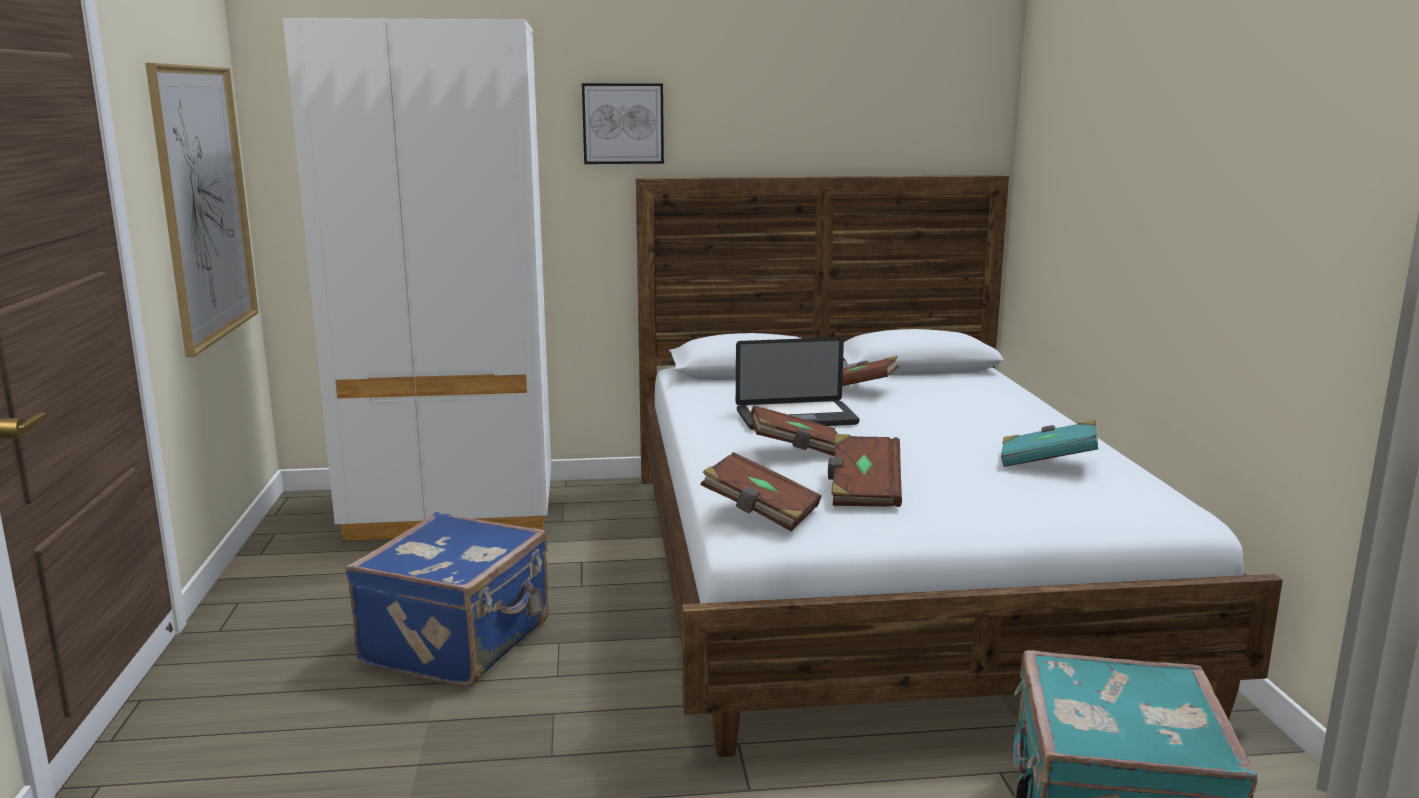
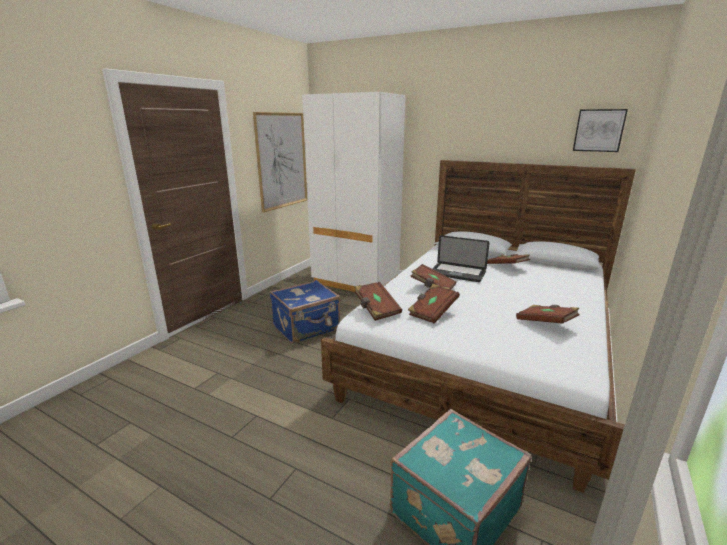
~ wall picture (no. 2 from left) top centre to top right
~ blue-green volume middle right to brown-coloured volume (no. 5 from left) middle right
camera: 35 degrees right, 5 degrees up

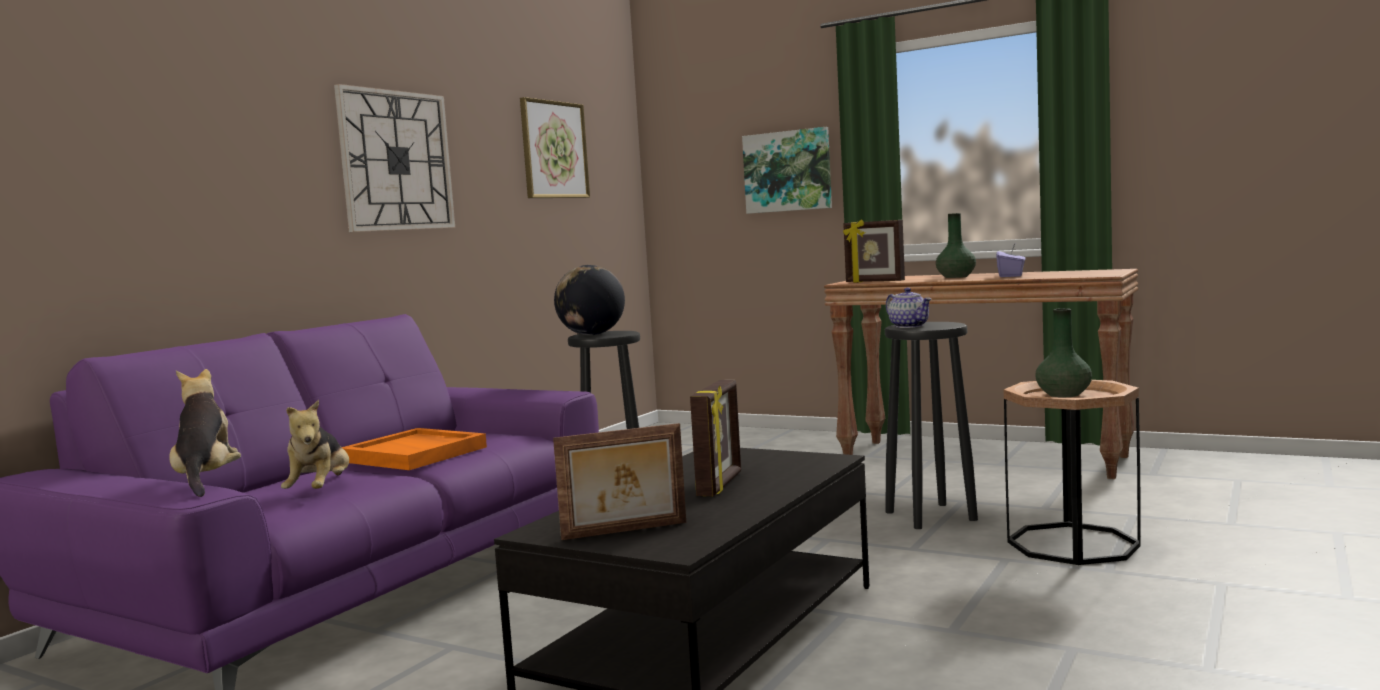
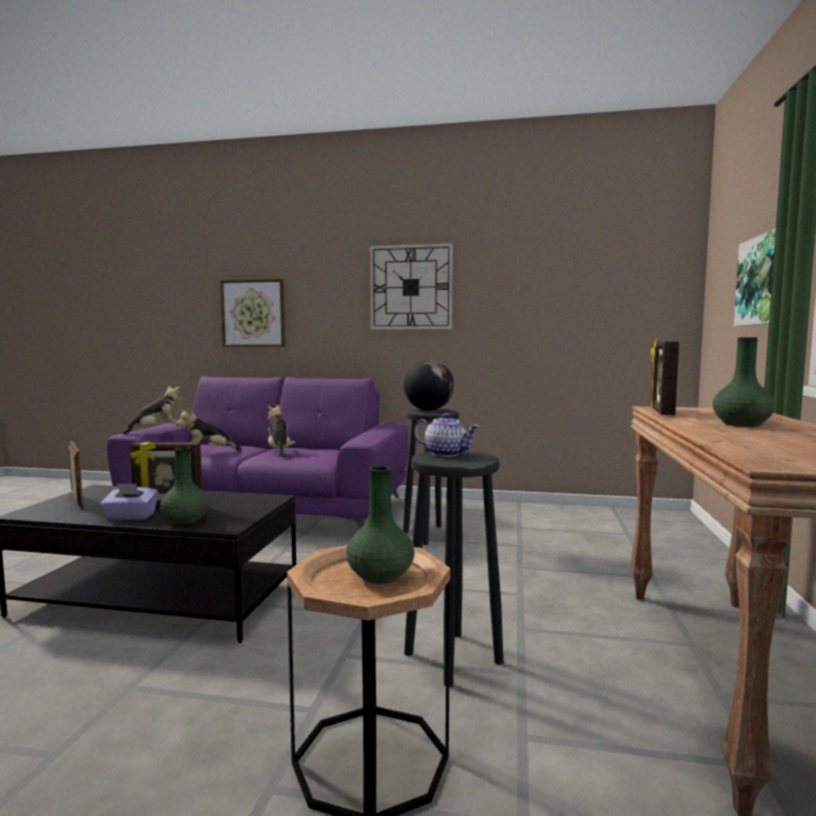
+ green-coloured flower vase (no. 1 from left) middle left
~ wall picture (no. 1 from left) top centre to middle left
~ purplish box of tissues middle right to middle left
~ orange-coloured serving tray middle left to plush toy (no. 3 from left) centre
~ pot for tea centre = centre 105 degrees counterclockwise
camera: 70 degrees right, 0 degrees up

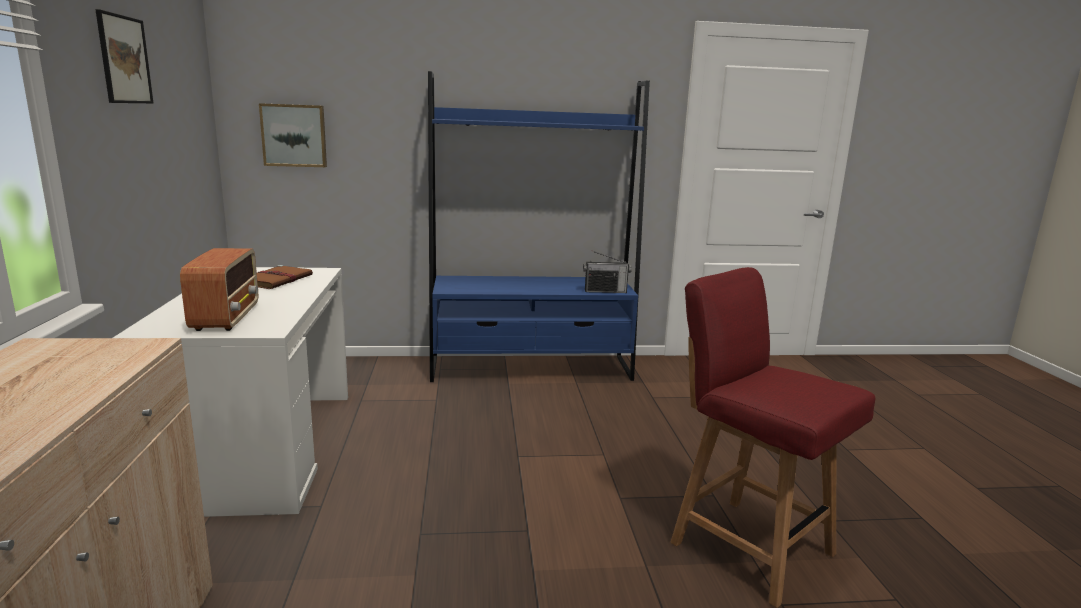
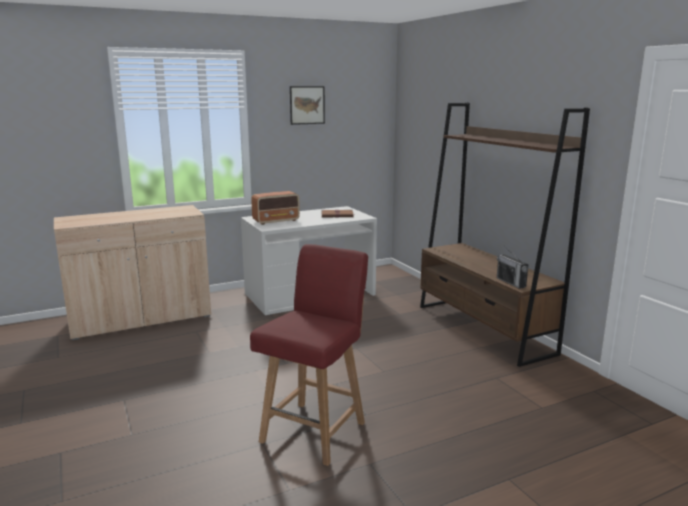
- wall picture (no. 2 from left) top left
~ bluish bookshelf centre to brown-coloured bookshelf middle right
camera: 70 degrees right, 0 degrees up

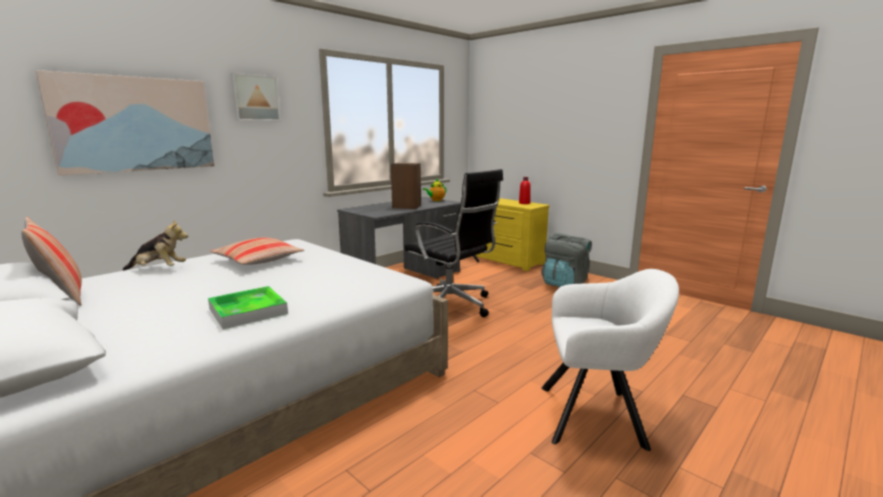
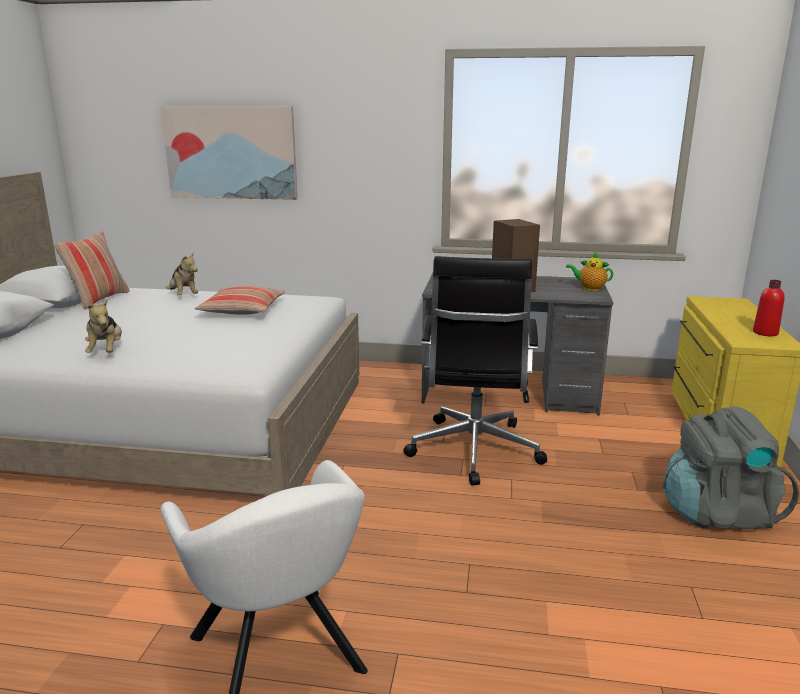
- wall picture (no. 2 from left) top left
~ serving tray middle left to plush toy (no. 1 from left) middle left
camera: 55 degrees right, 5 degrees up

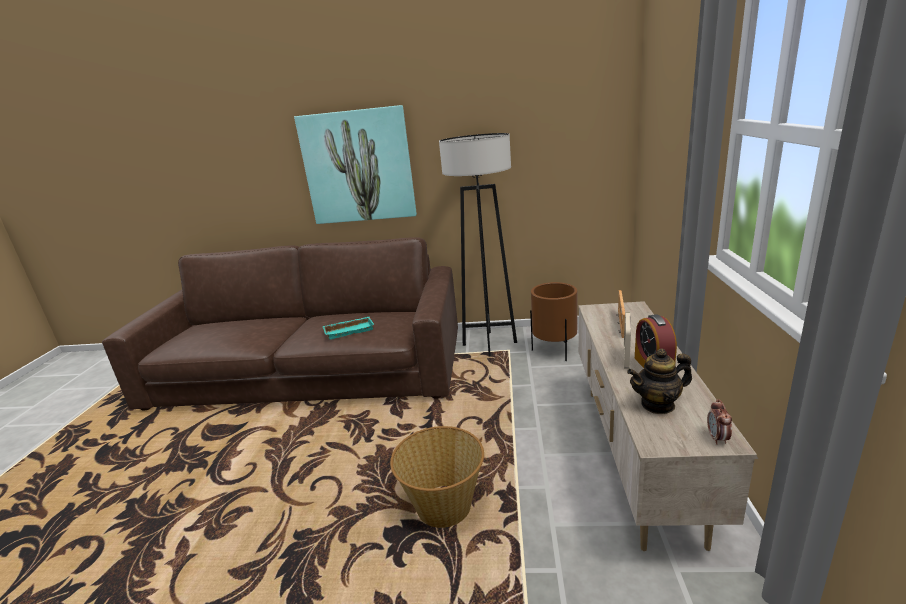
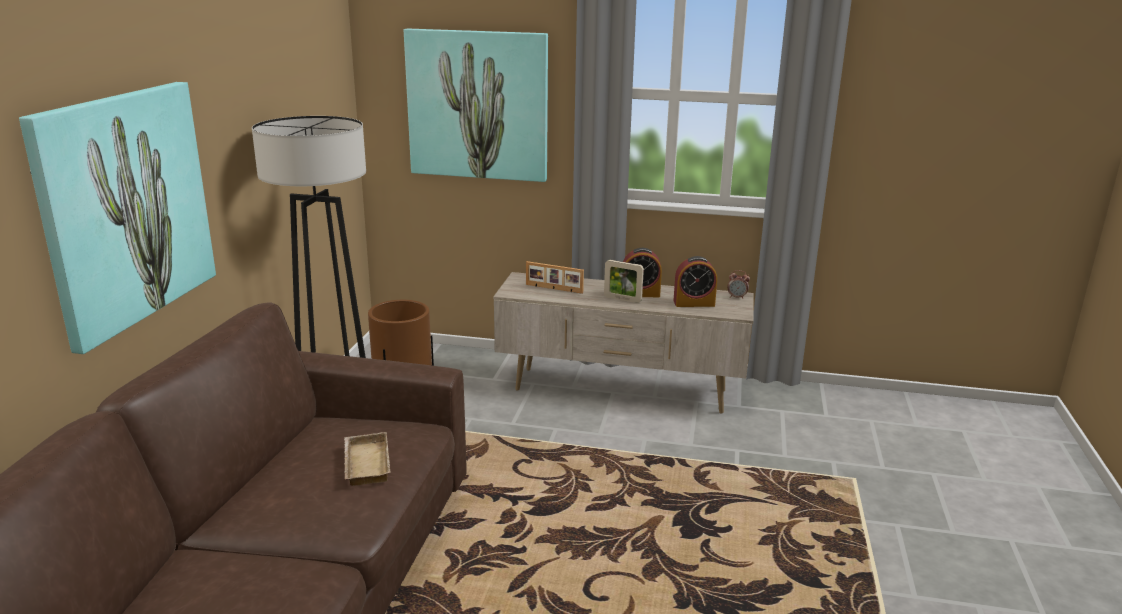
- household basket bottom centre
+ wall picture (no. 2 from left) top centre
~ pot for tea middle right to alarm clock (no. 2 from left) centre
~ blue-green serving tray centre to beige-coloured serving tray bottom left
camera: 85 degrees left, 0 degrees up

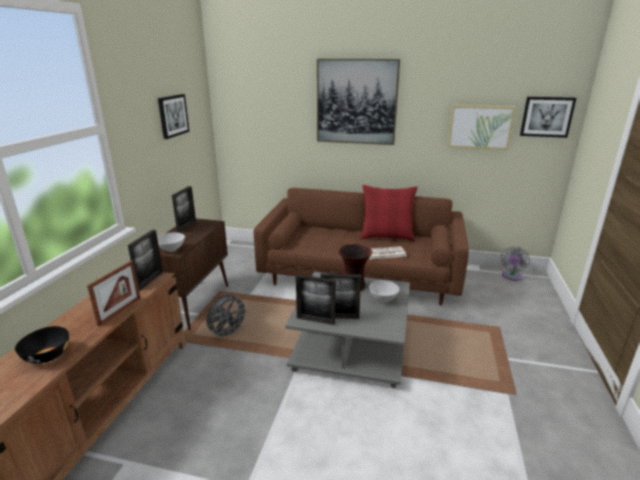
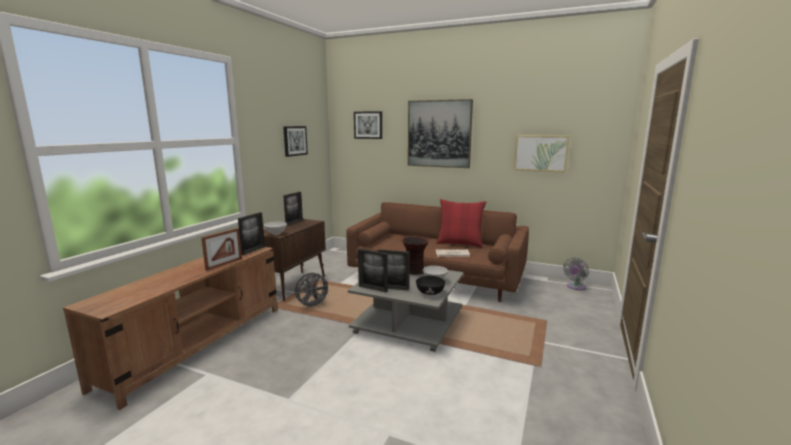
~ black deep dish bottom left to centre
~ wall picture (no. 4 from left in the first image) top right to wall picture (no. 2 from left) top centre
camera: 10 degrees right, 10 degrees down

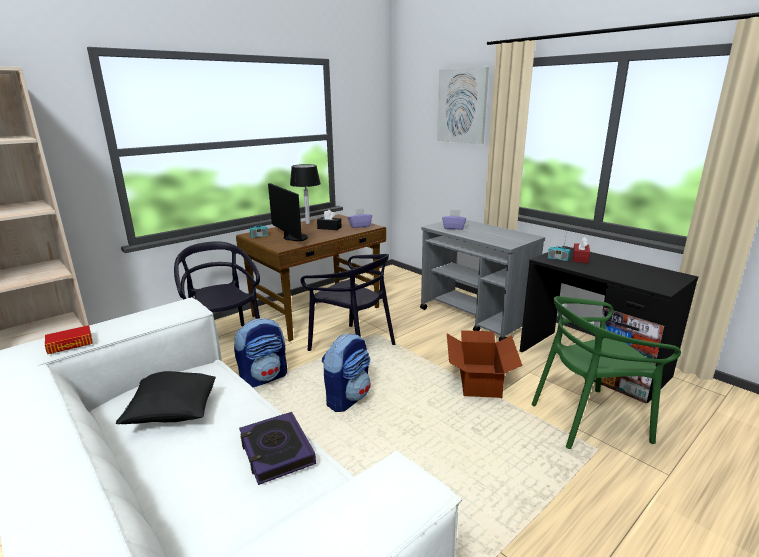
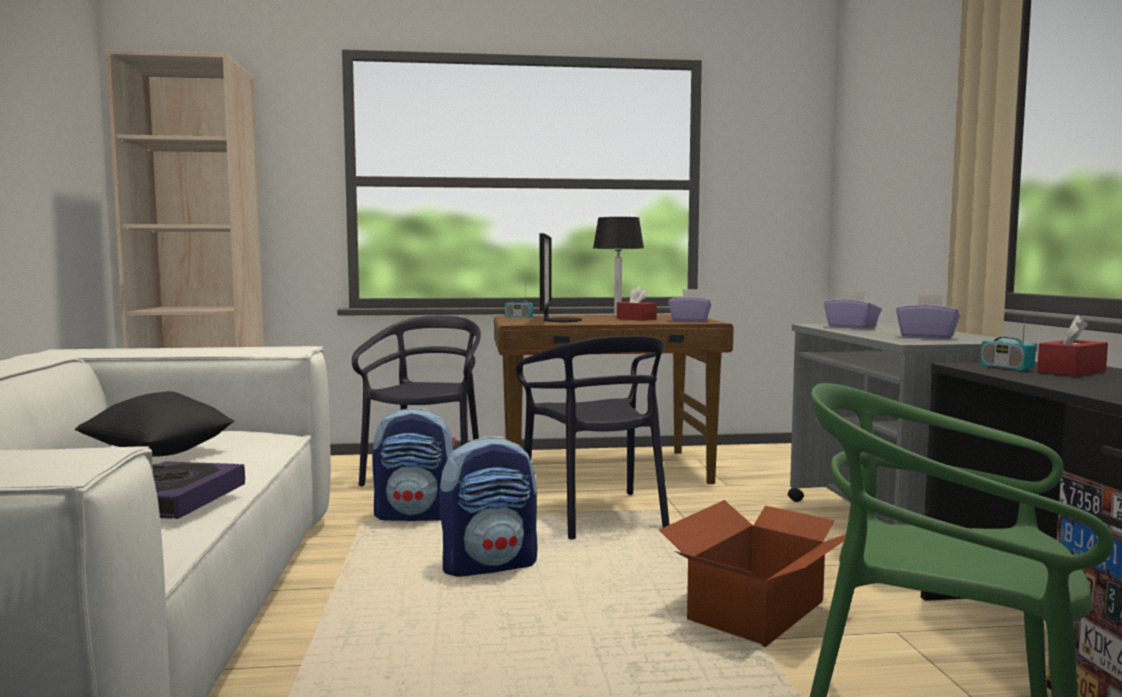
- volume (no. 1 from left) middle left
- wall picture top centre
+ purplish box of tissues (no. 3 from left) middle right
~ black box of tissues centre to reddish box of tissues (no. 1 from left) centre
camera: 35 degrees right, 15 degrees down

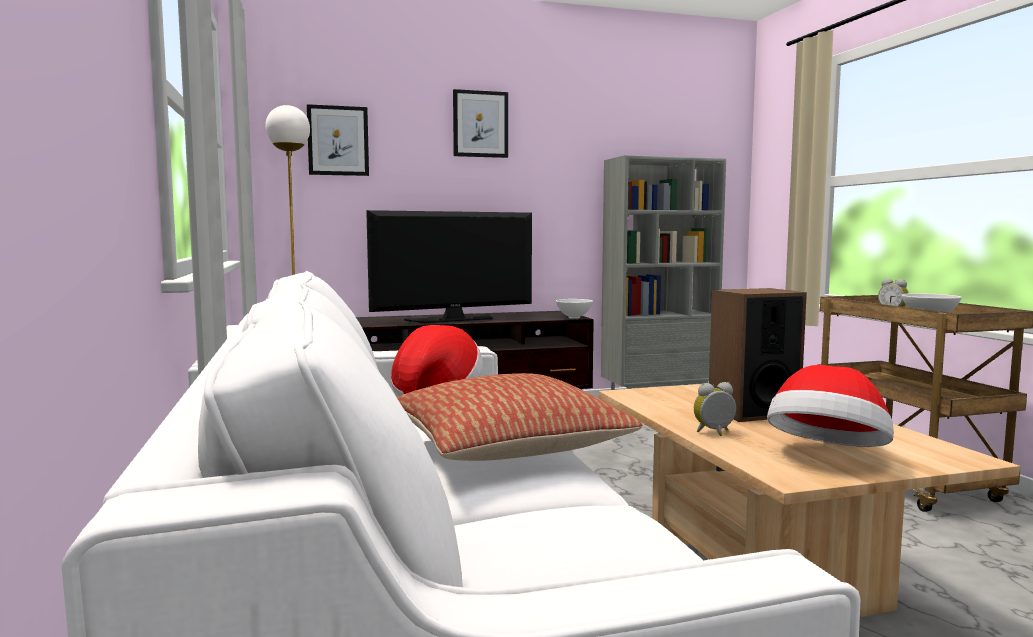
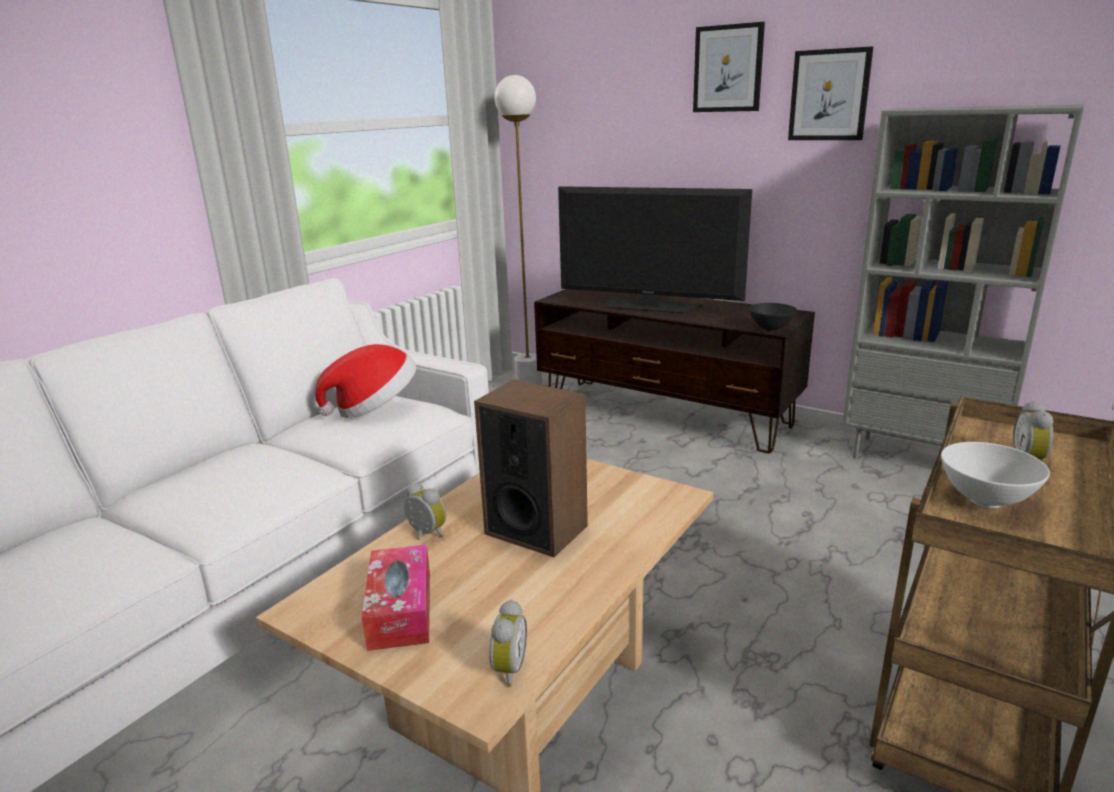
- pillow centre
+ alarm clock (no. 2 from left) bottom centre
~ wall picture (no. 1 from left in the first image) top left to wall picture (no. 2 from left) top right
~ clothing hat (no. 2 from left) middle right to box of tissues bottom centre
~ white-coloured deep dish (no. 1 from left) centre to black deep dish middle right
camera: 50 degrees right, 15 degrees up

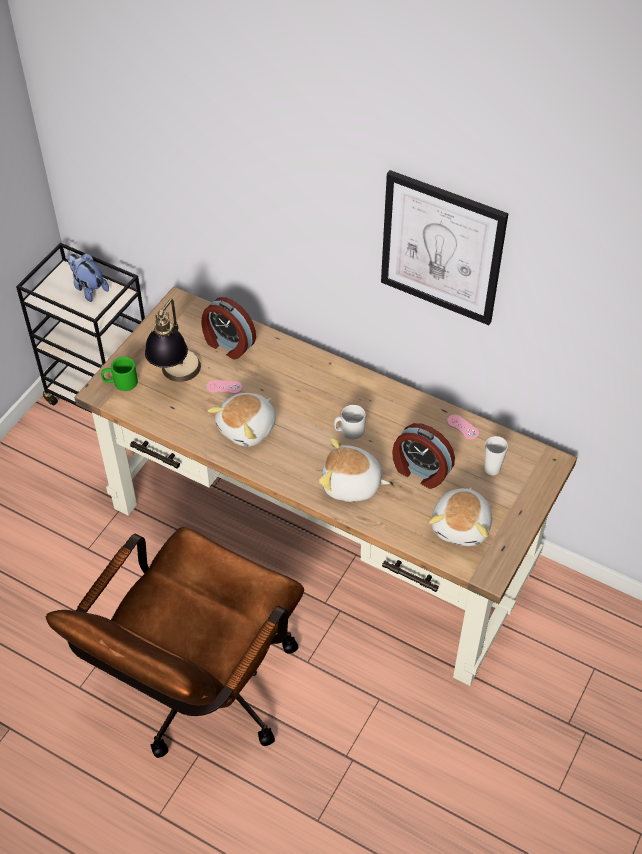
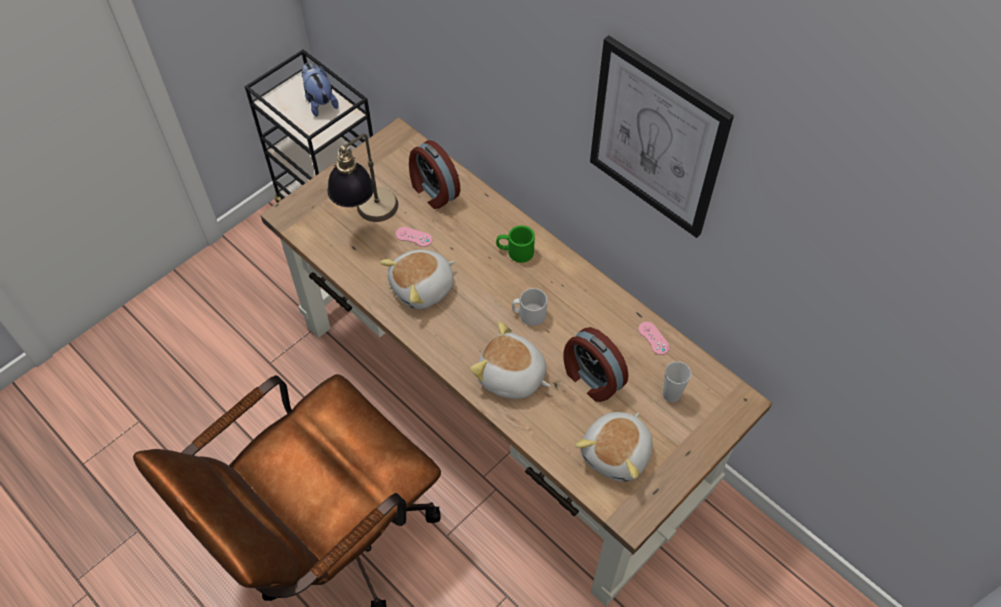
~ green-coloured tea mug middle left to centre
camera: 15 degrees right, 5 degrees up

